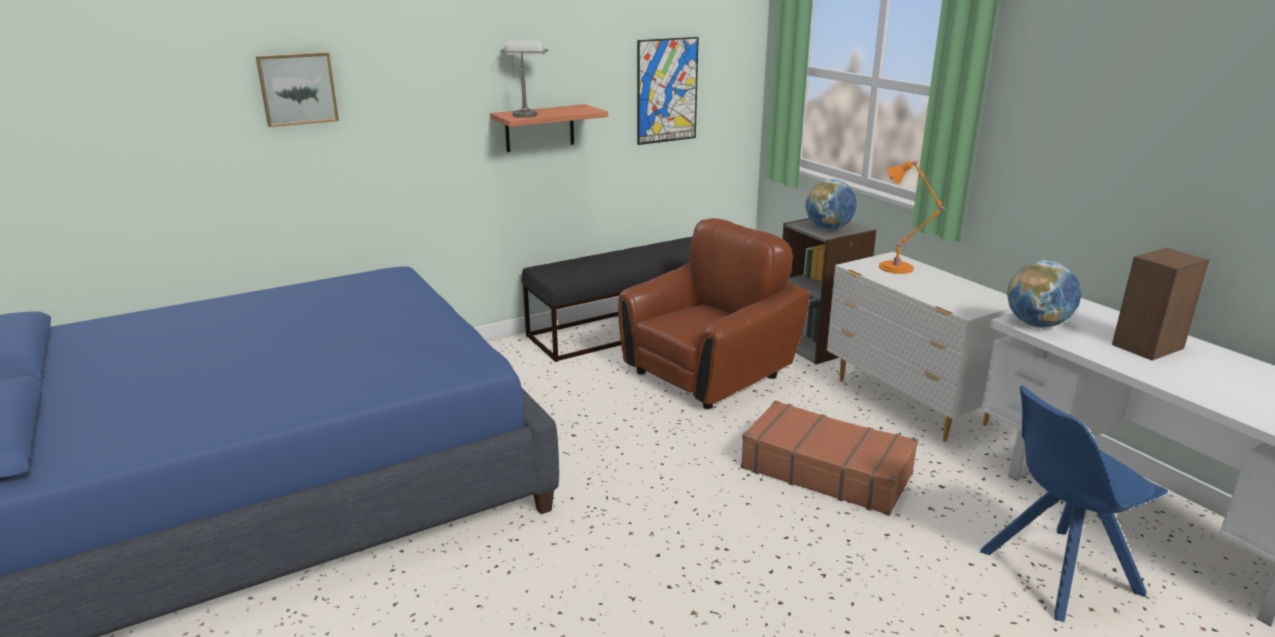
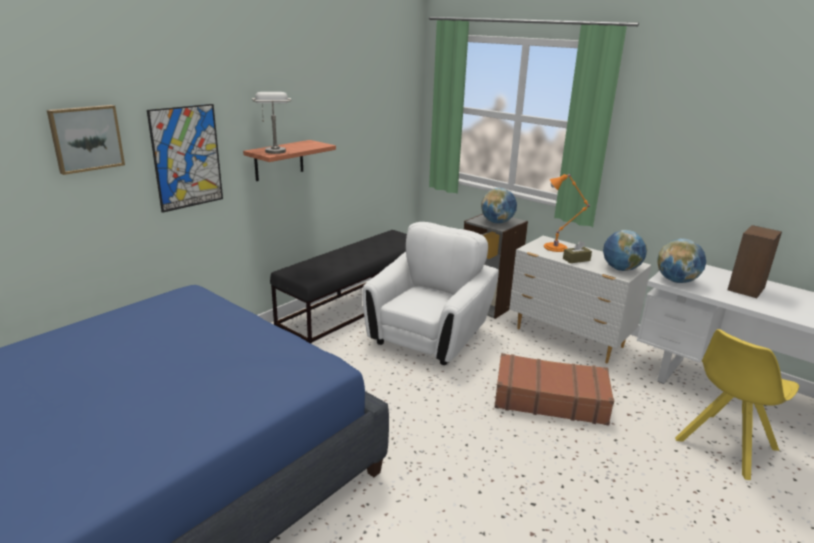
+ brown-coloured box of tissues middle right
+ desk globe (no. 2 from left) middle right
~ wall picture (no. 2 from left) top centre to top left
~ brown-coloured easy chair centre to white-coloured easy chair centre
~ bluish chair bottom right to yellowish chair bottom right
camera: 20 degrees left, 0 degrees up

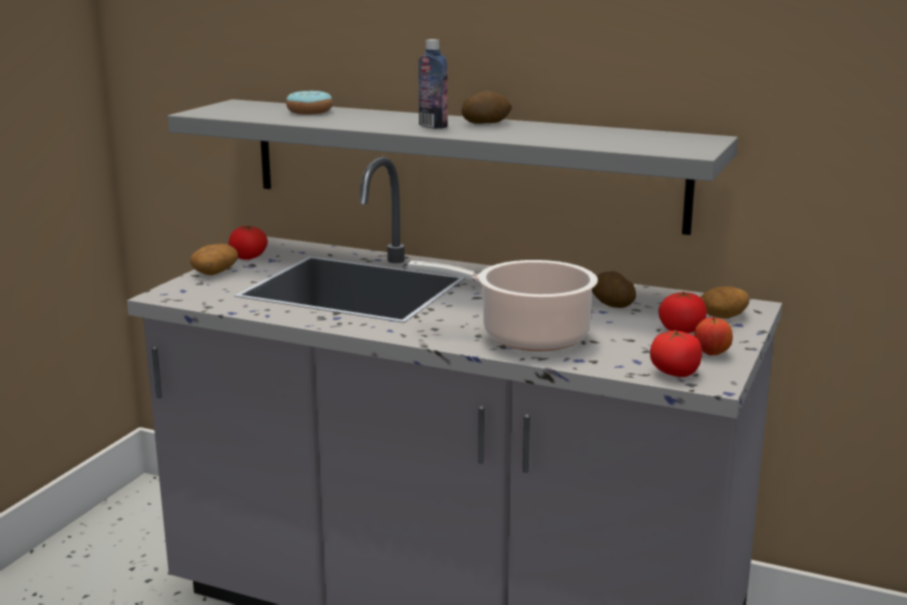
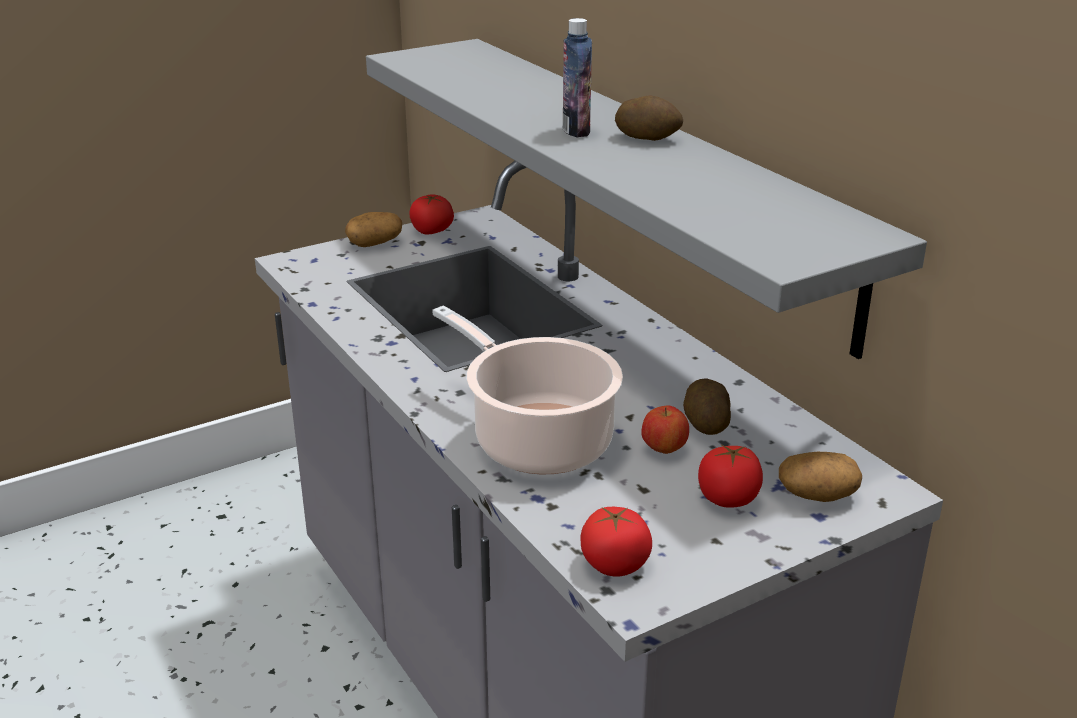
- doughnut top centre
~ apple fruit middle right to centre
camera: 35 degrees right, 10 degrees up

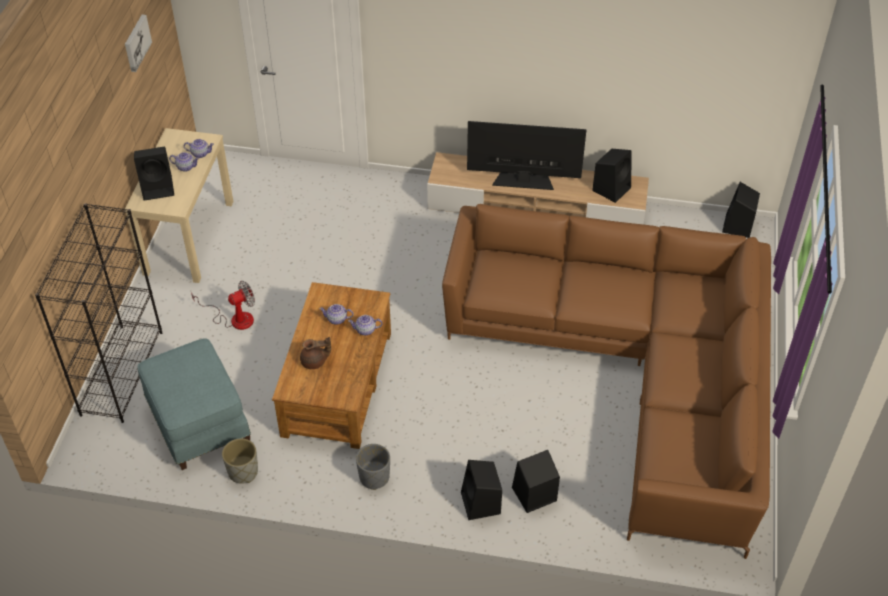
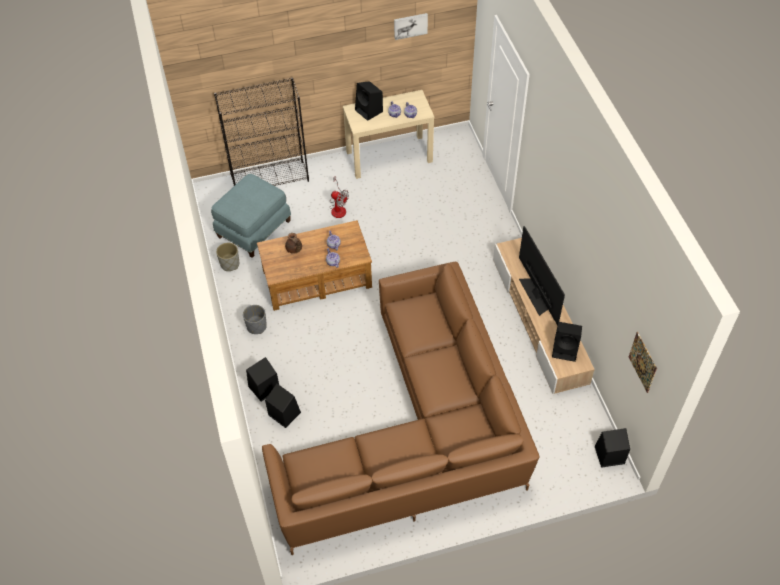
+ wall picture (no. 2 from left) middle right
camera: 65 degrees right, 5 degrees up

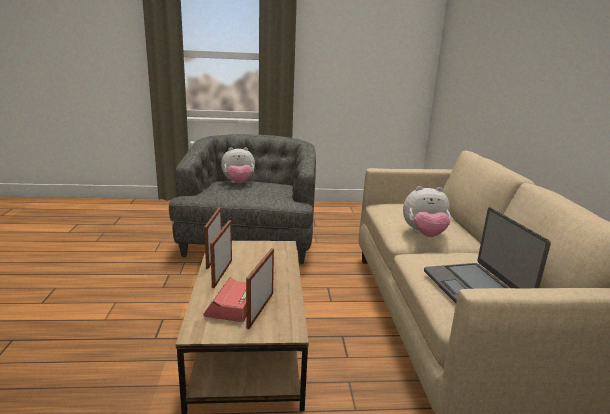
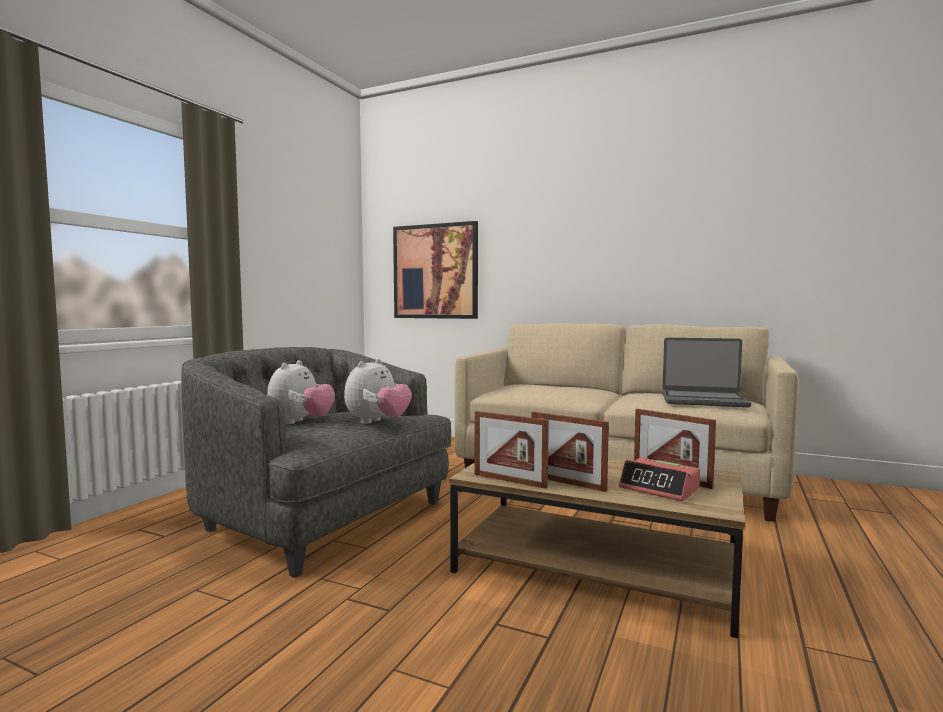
+ wall picture centre
~ plush toy (no. 2 from left) middle right to centre
camera: 60 degrees left, 15 degrees down

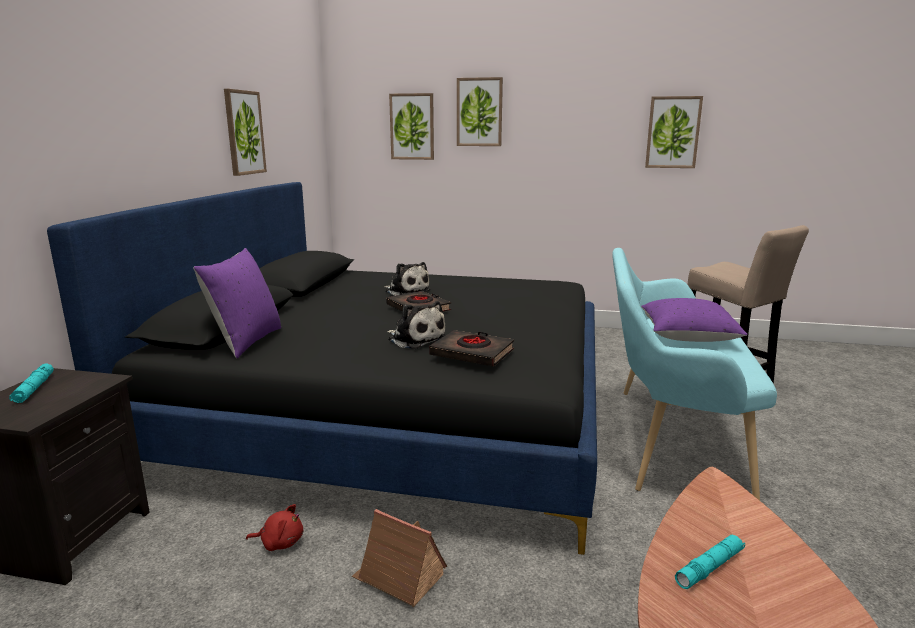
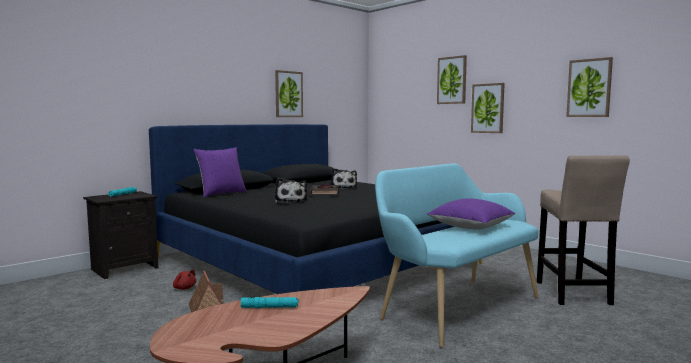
- black volume (no. 2 from left) centre
~ wall picture (no. 2 from left in the first image) top centre to wall picture (no. 3 from left) top right
camera: 35 degrees right, 10 degrees down

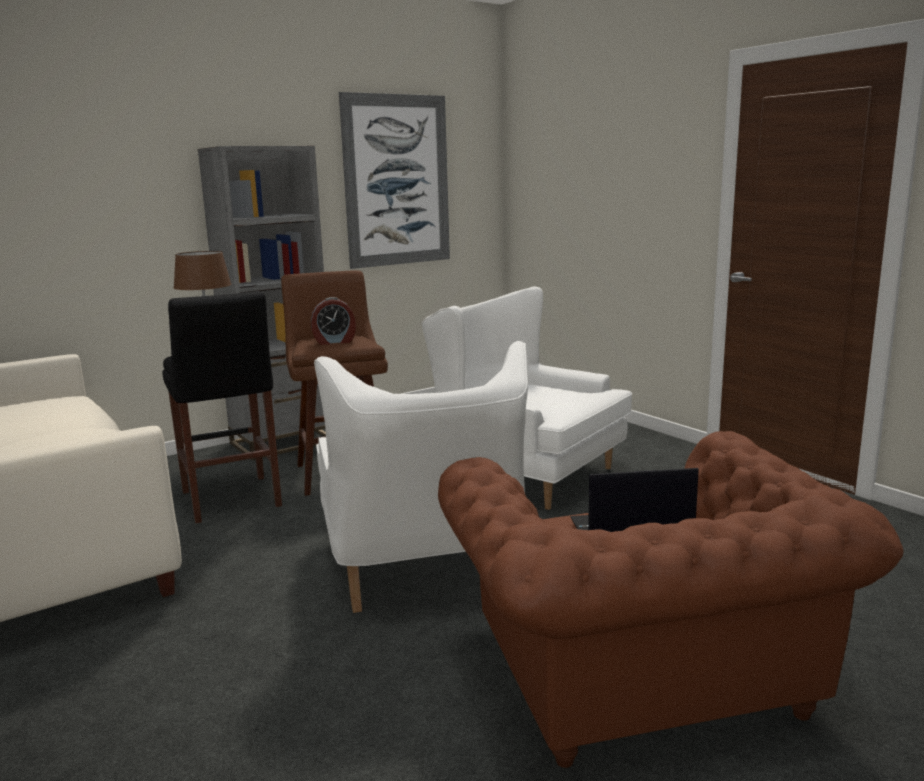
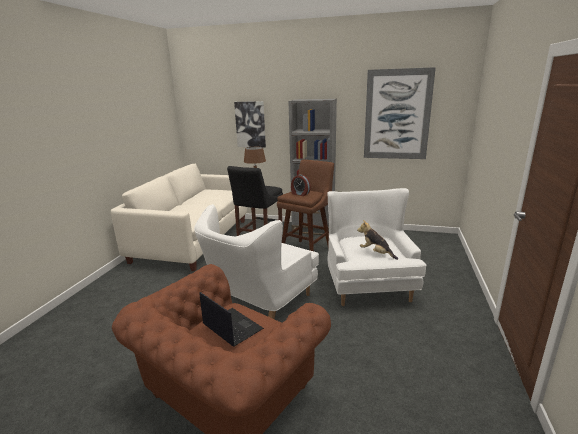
+ wall picture (no. 1 from left) top centre
+ plush toy centre
camera: 50 degrees right, 5 degrees up

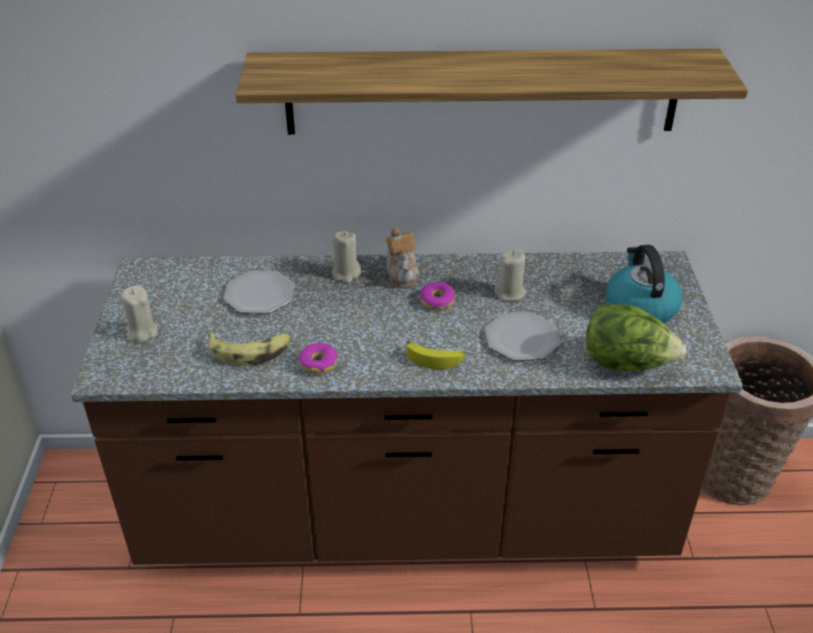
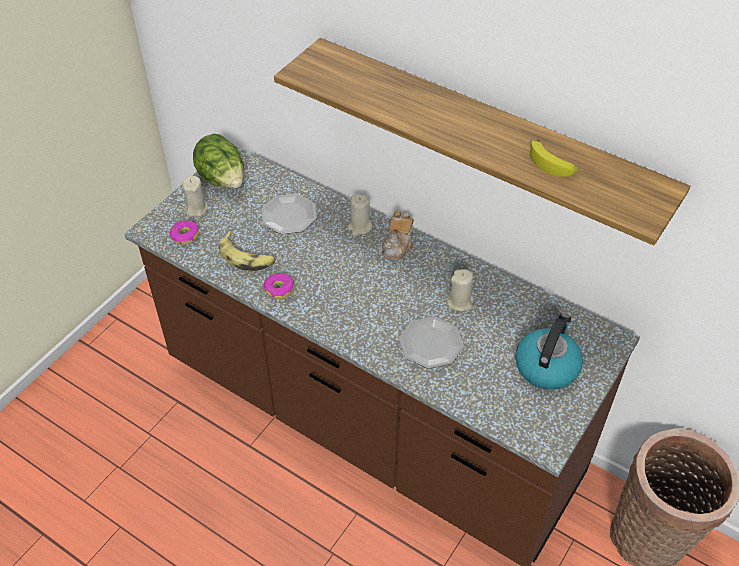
~ banana (no. 2 from left) centre to top right
~ doughnut (no. 2 from left in the first image) centre to doughnut (no. 1 from left) middle left
~ lettuce middle right to top left
camera: 35 degrees right, 10 degrees up

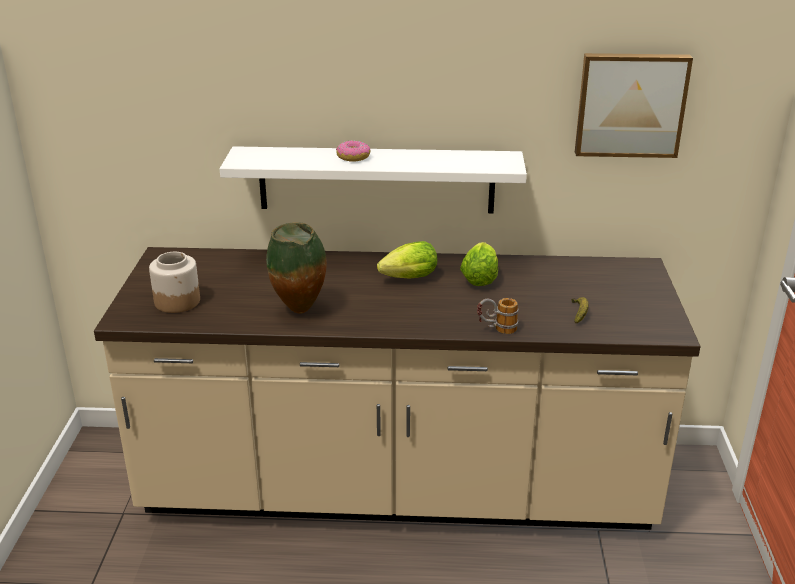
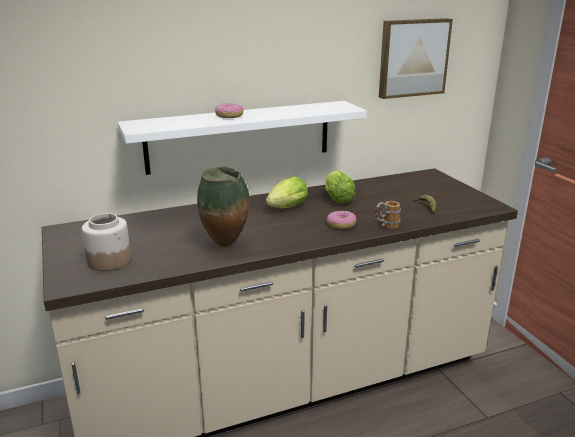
+ doughnut (no. 2 from left) centre
camera: 25 degrees left, 5 degrees down

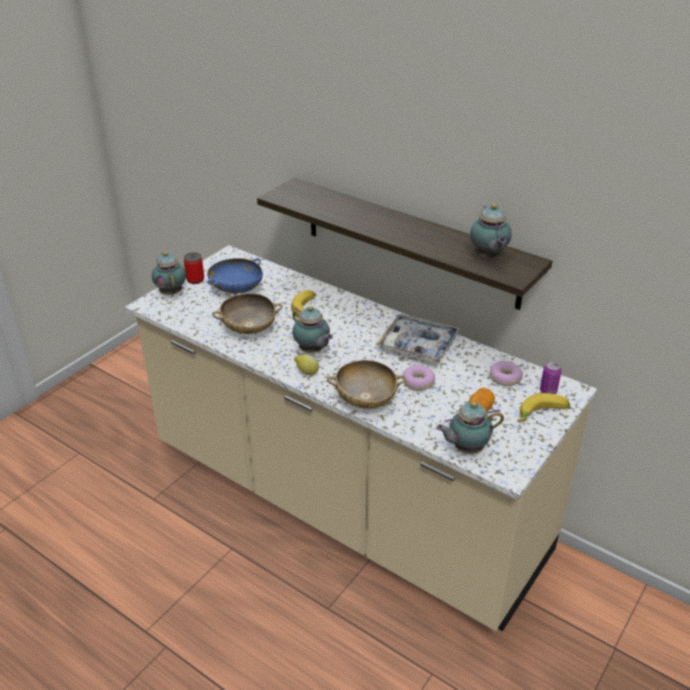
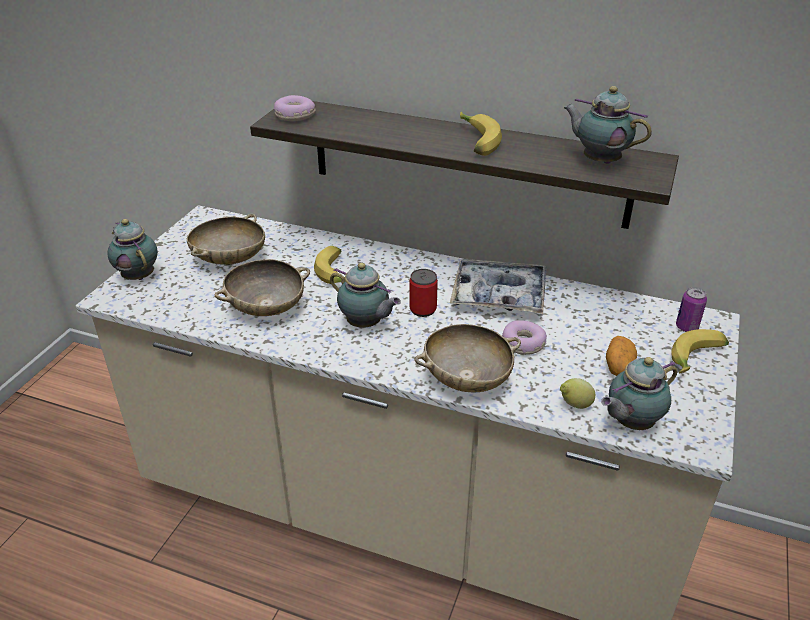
+ banana (no. 2 from left) top centre
~ can (no. 1 from left) middle left to centre
~ whole lemon centre to middle right
~ doughnut (no. 2 from left in the first image) middle right to doughnut (no. 1 from left) top centre
~ bluish deep dish centre to beige-coloured deep dish (no. 1 from left) middle left
~ pot for tea (no. 4 from left in the first image) middle right = top right 150 degrees clockwise
camera: 15 degrees left, 0 degrees up

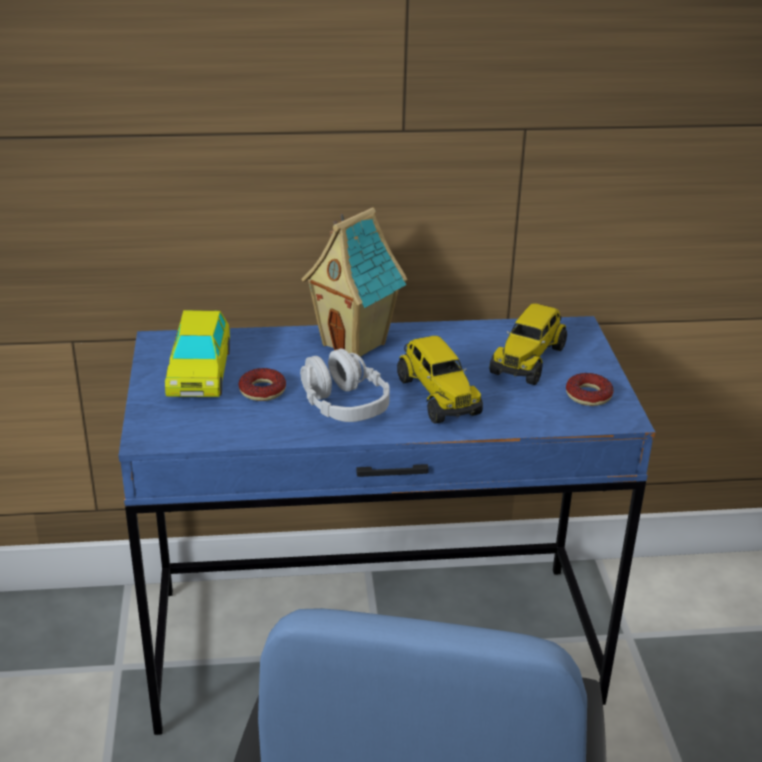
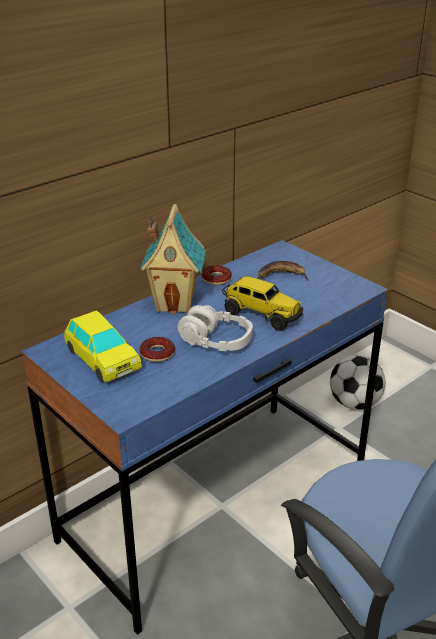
+ ball for football middle right
~ doughnut (no. 2 from left) middle right to centre
~ toy truck (no. 2 from left) middle right to banana centre
camera: 35 degrees left, 0 degrees up

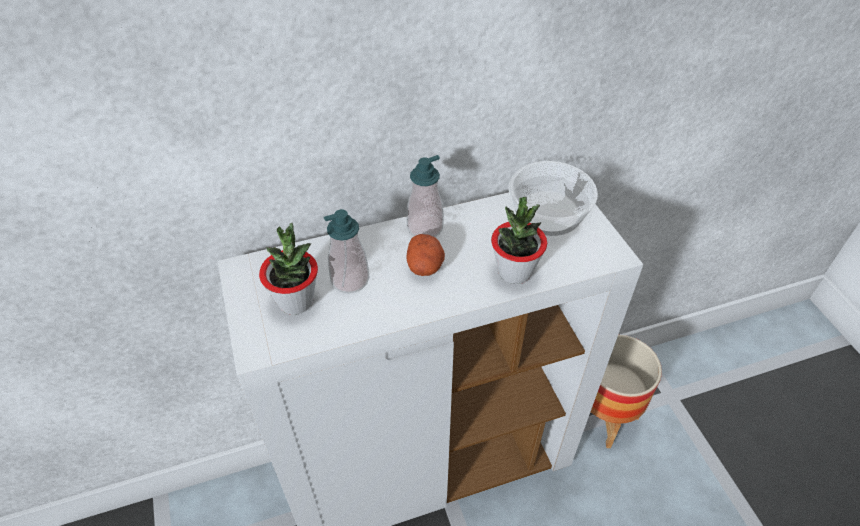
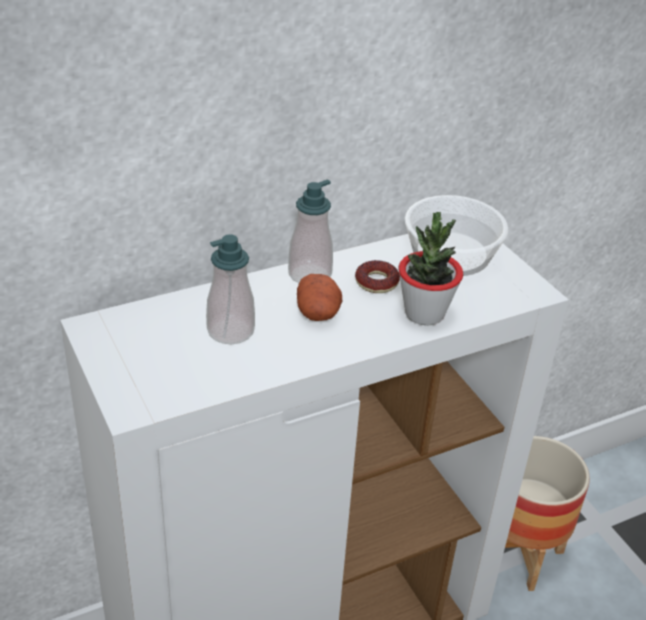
- houseplant (no. 1 from left) centre
+ doughnut centre
camera: 10 degrees left, 10 degrees down

